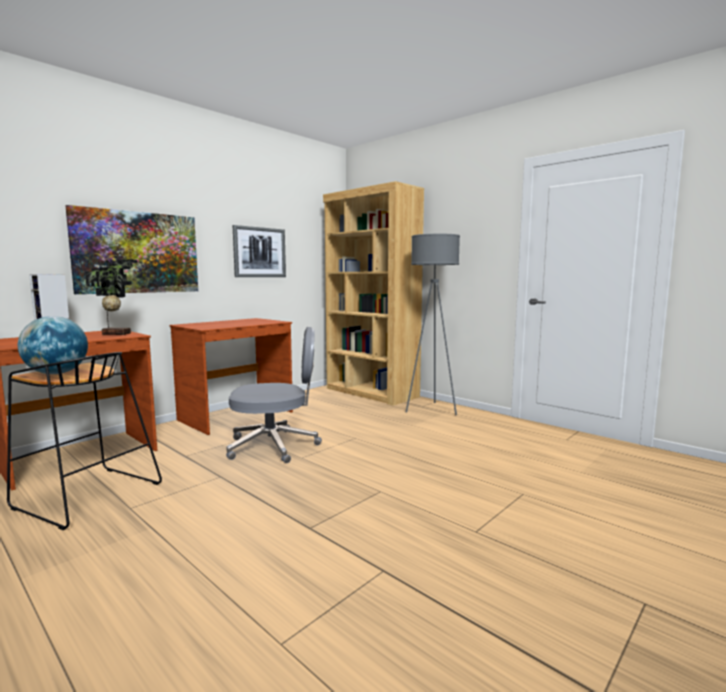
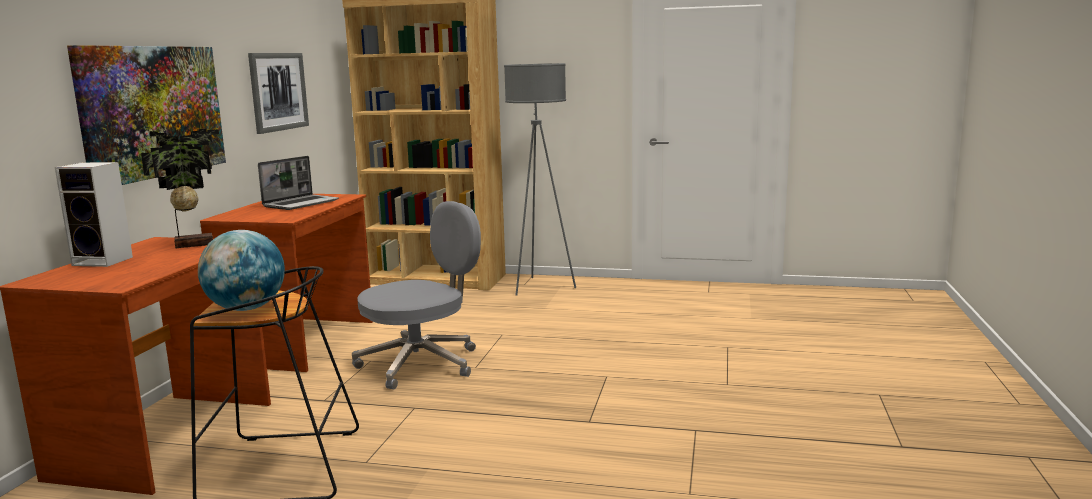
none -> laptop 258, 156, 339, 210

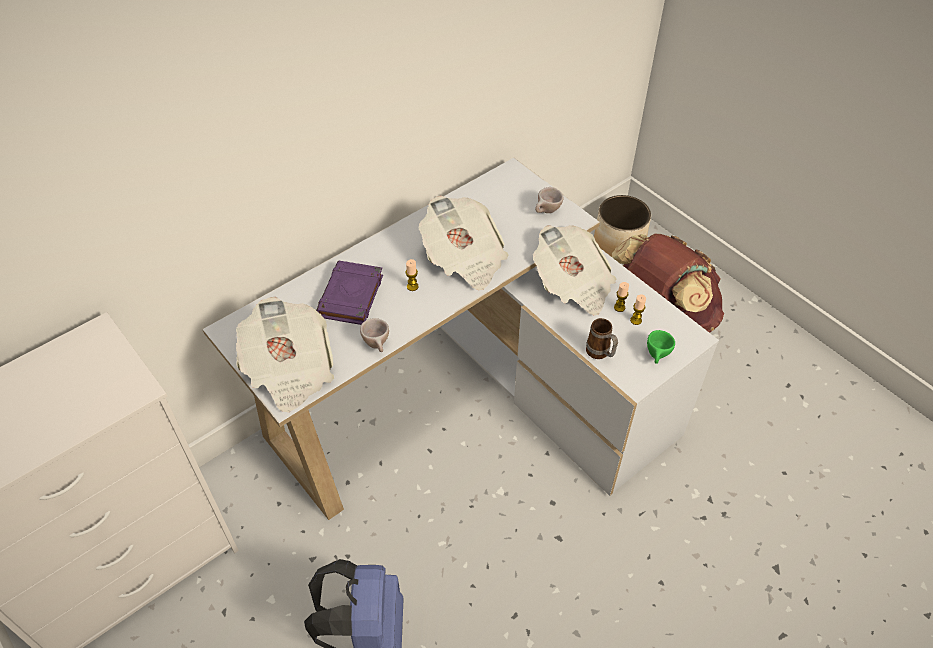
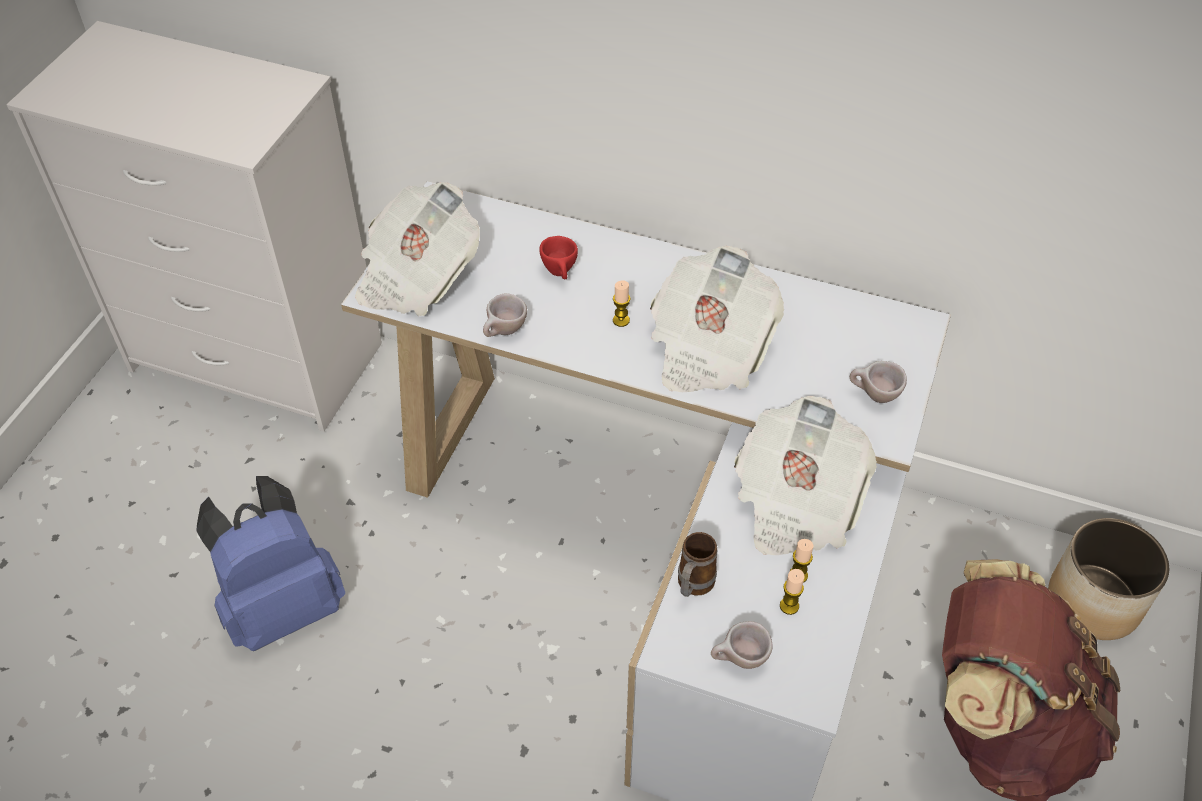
book (purple) 316, 261, 383, 325 -> cup (red) 539, 236, 578, 279
cup (green) 647, 330, 675, 364 -> cup (beige) 711, 621, 773, 669

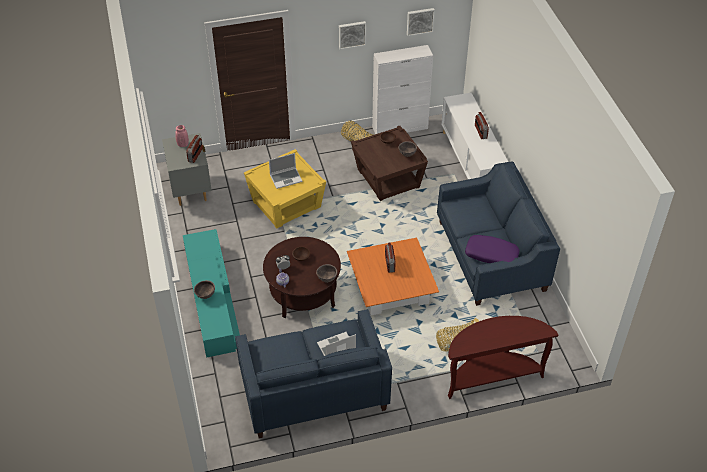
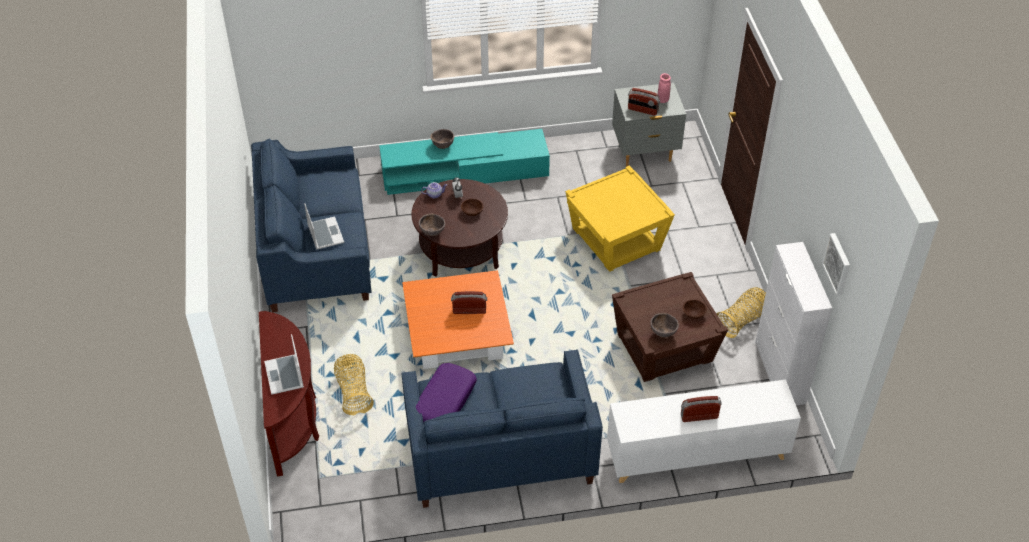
laptop 269, 153, 303, 189 -> laptop 264, 334, 304, 395, move
picture 339, 21, 366, 49 -> none

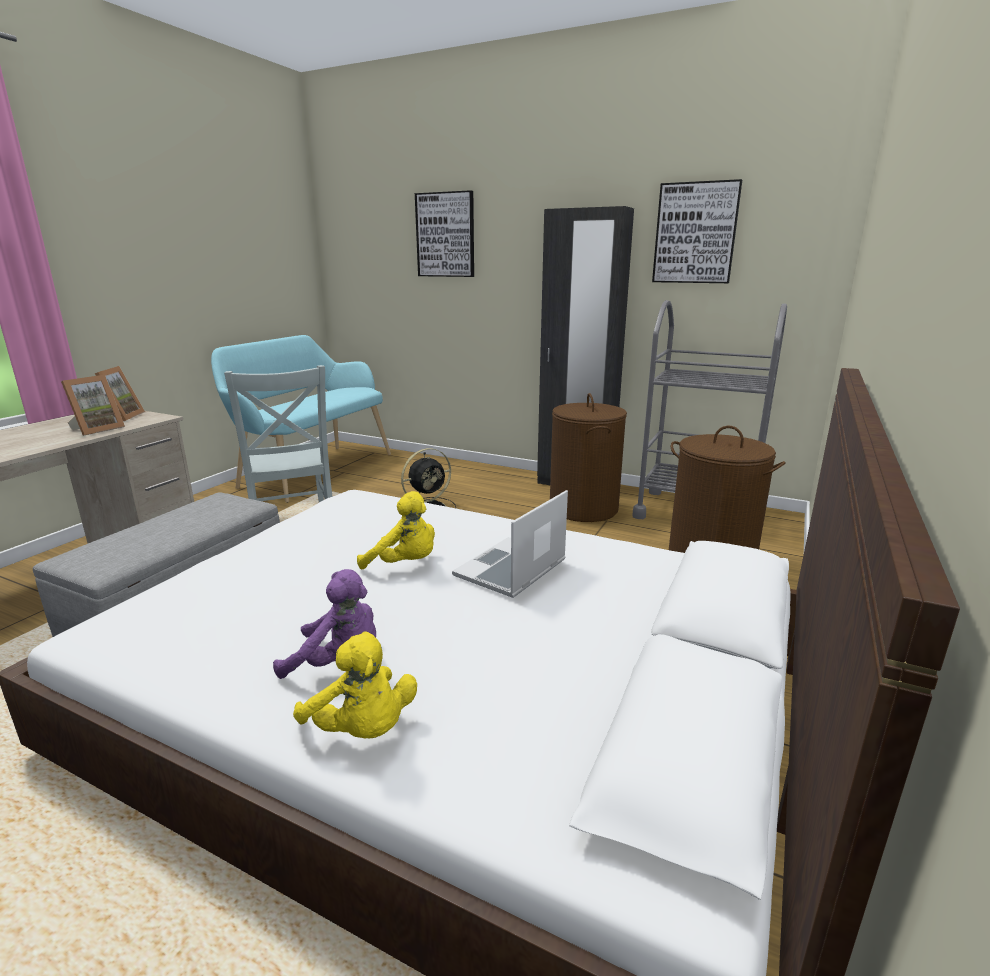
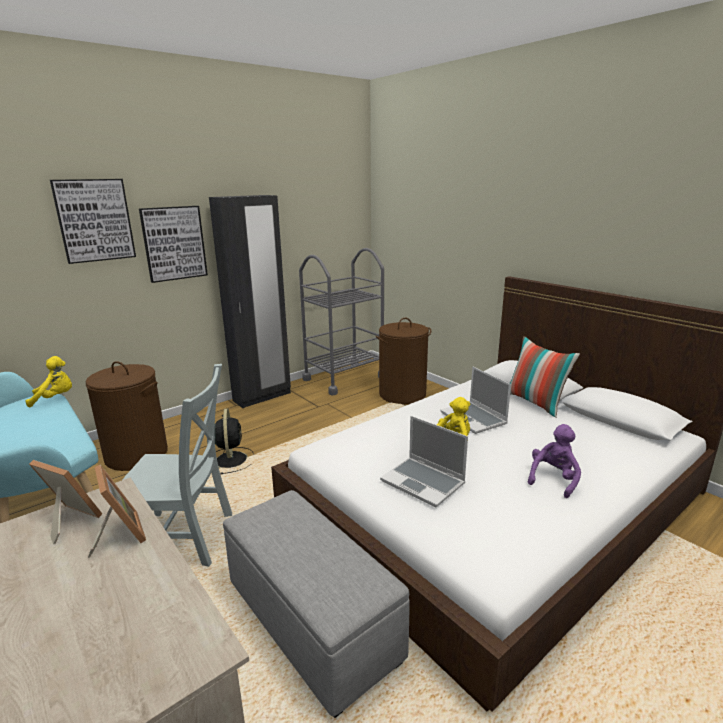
plush toy (yellow) 293, 631, 417, 738 -> plush toy (yellow) 26, 356, 72, 407, move
laundry basket (brown) 550, 393, 627, 522 -> laundry basket (brown) 86, 361, 168, 471, move
picture 652, 179, 742, 283 -> picture 139, 206, 208, 283, move
none -> laptop 380, 416, 468, 507
none -> pillow 510, 336, 580, 418

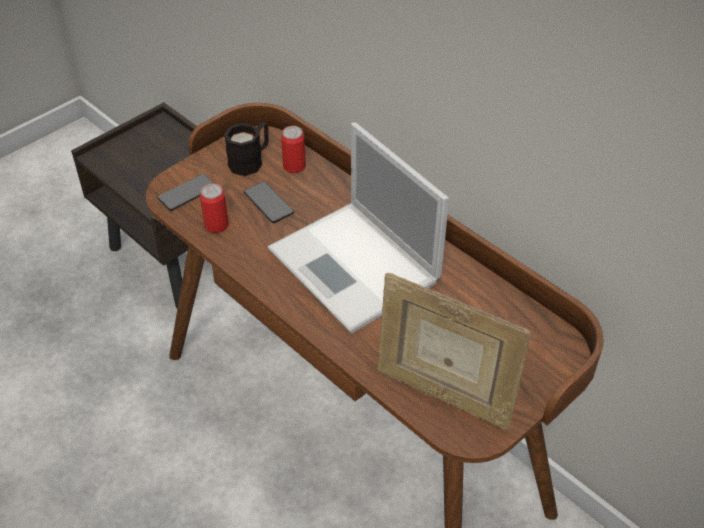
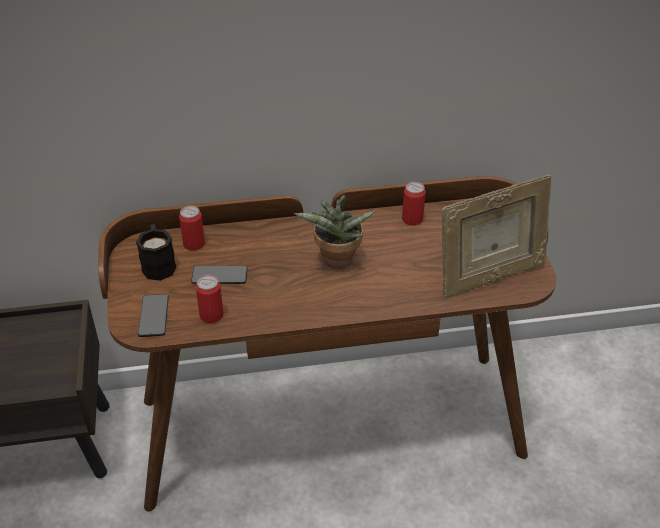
laptop 268, 122, 449, 333 -> potted plant 294, 195, 375, 269
none -> can 402, 182, 426, 226

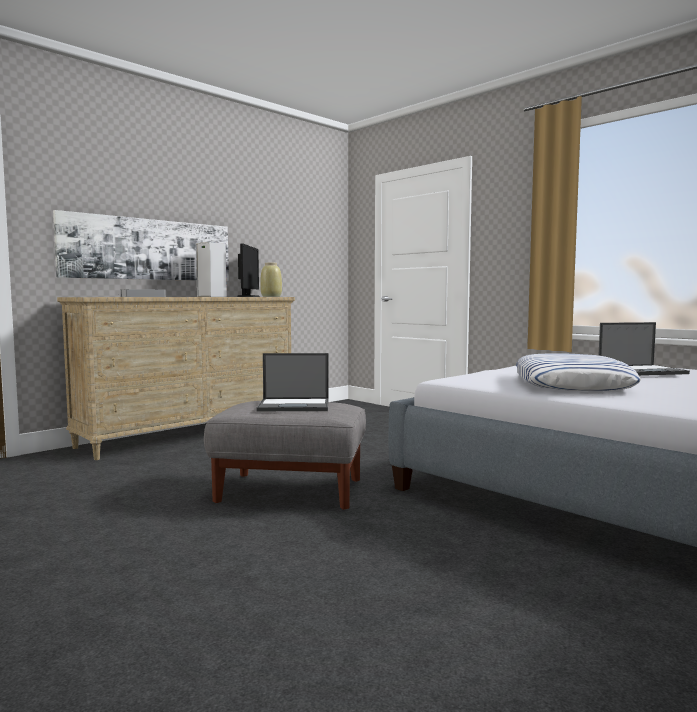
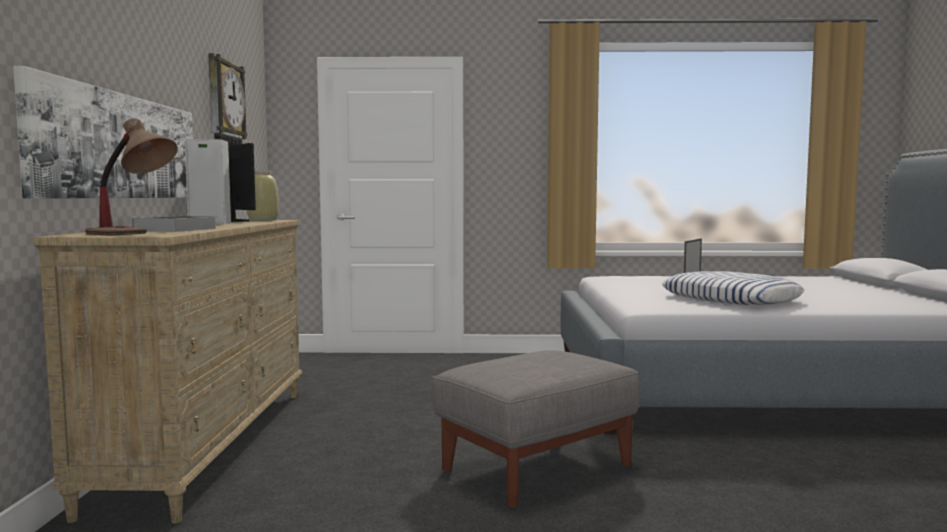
laptop 256, 353, 329, 411 -> none
none -> table lamp 85, 118, 178, 235
none -> wall clock 208, 53, 248, 146

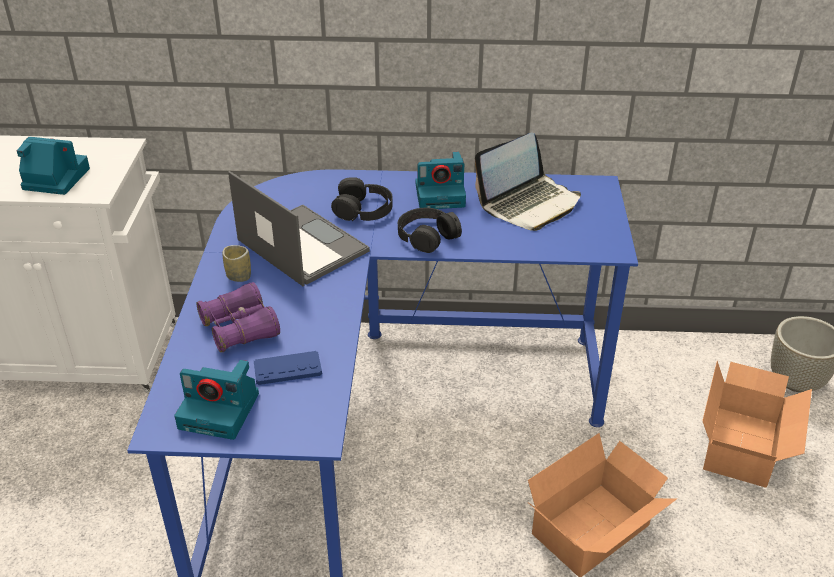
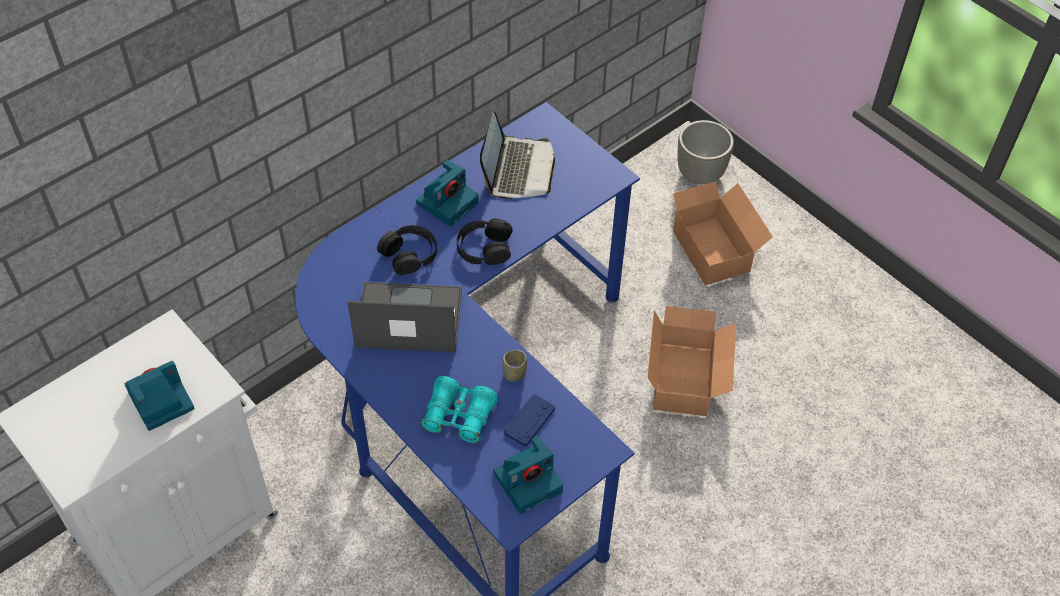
binoculars (purple) 197, 282, 280, 352 -> binoculars (turquoise) 420, 376, 498, 443
cup 222, 245, 251, 282 -> cup 503, 350, 527, 382, move

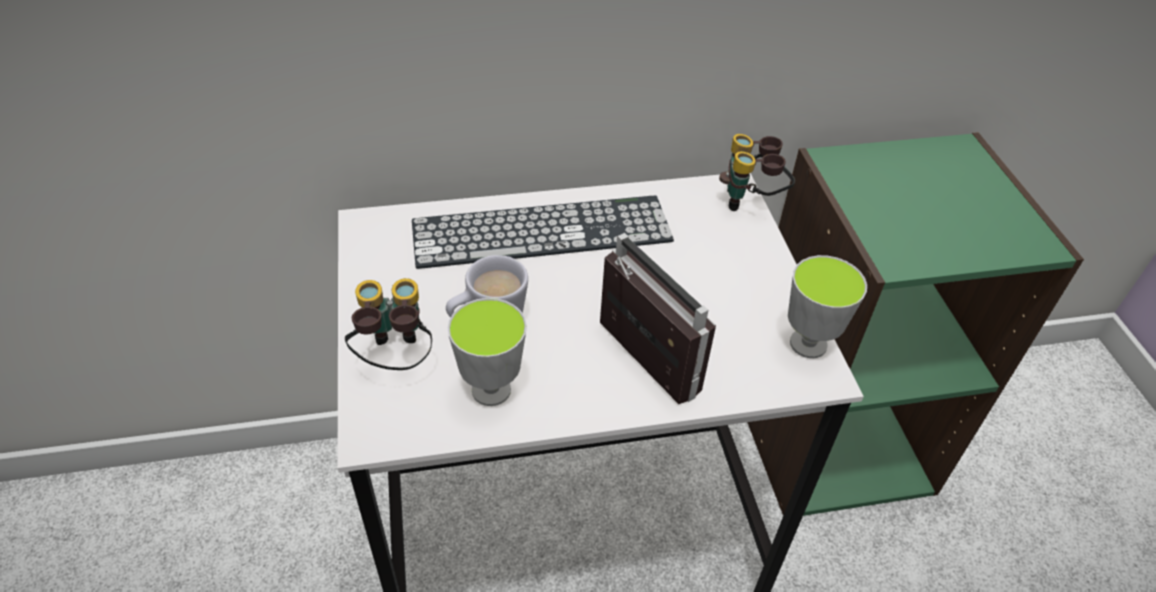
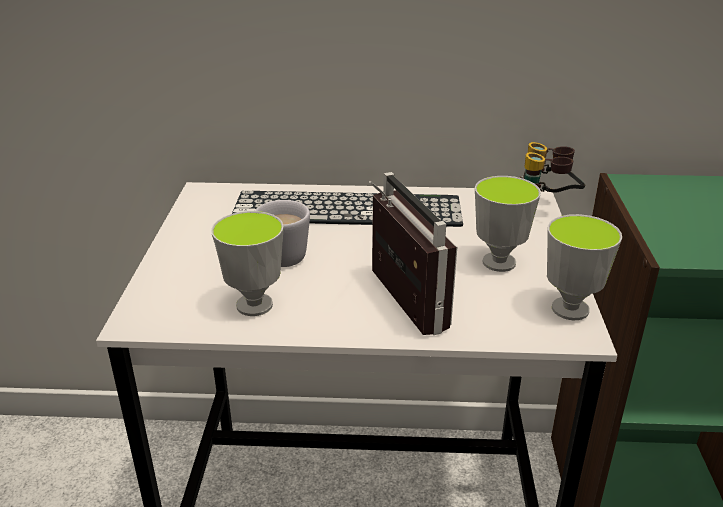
binoculars 345, 278, 432, 370 -> none
none -> cup 475, 176, 541, 272

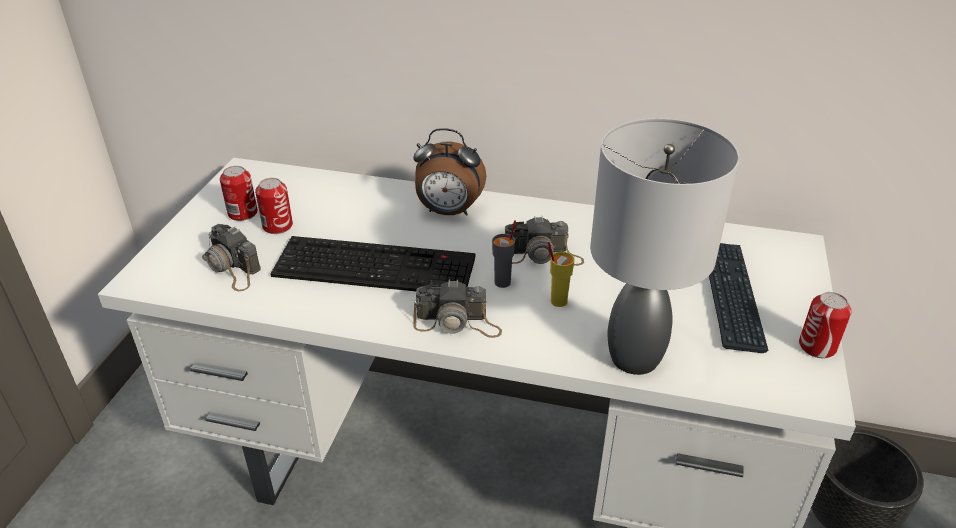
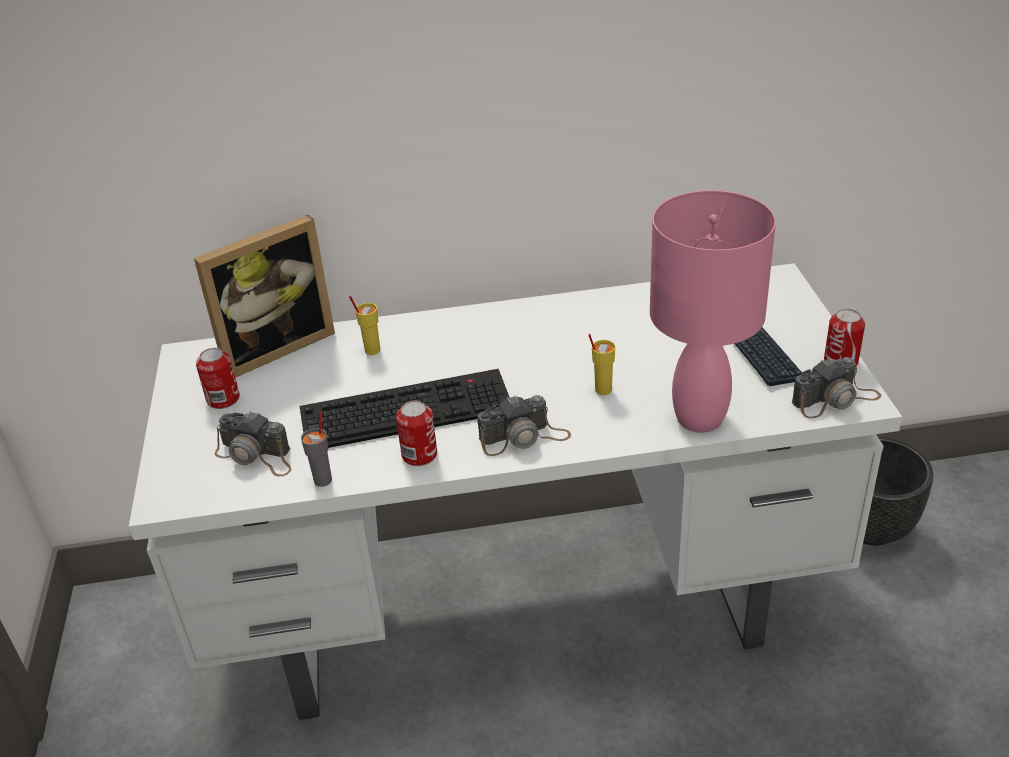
can 255, 178, 293, 234 -> can 396, 401, 437, 466, move
alarm clock 413, 128, 486, 216 -> none
cup (grey) 492, 220, 516, 288 -> cup (grey) 301, 412, 332, 487, move
photo camera 505, 216, 584, 266 -> photo camera 792, 357, 881, 419, move
table lamp (grey) 590, 118, 739, 375 -> table lamp (pink) 650, 191, 776, 433
none -> picture frame 194, 215, 335, 378
none -> cup (yellow) 349, 296, 380, 355

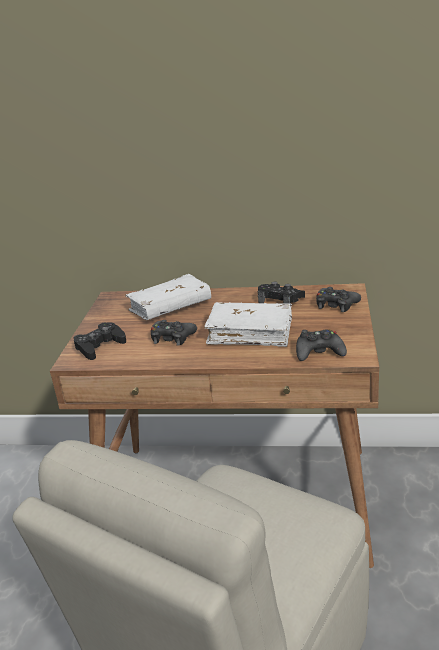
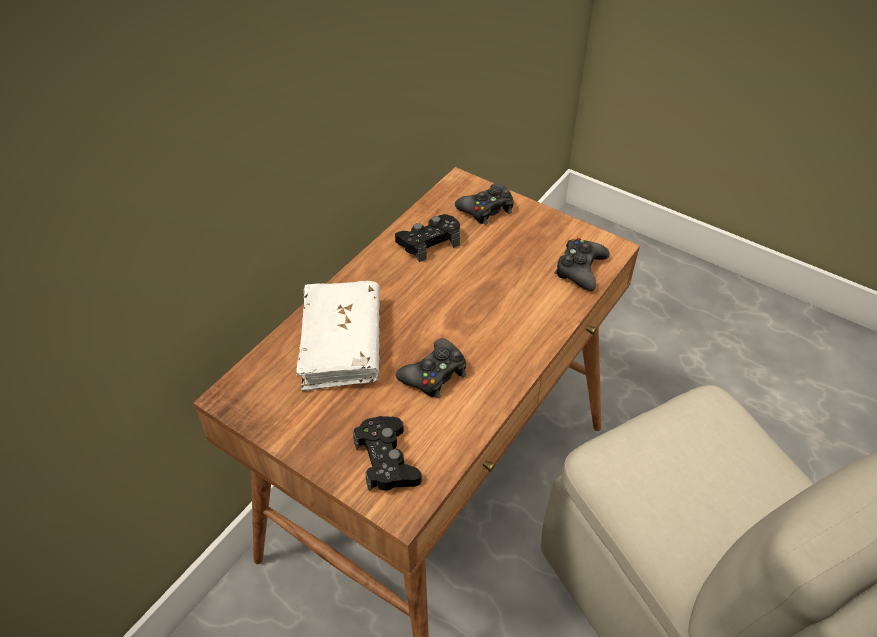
book (white) 204, 302, 292, 347 -> none

